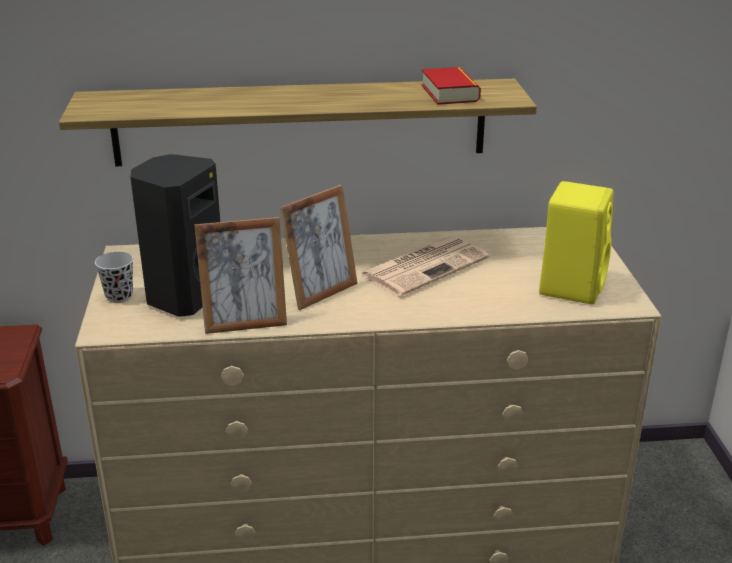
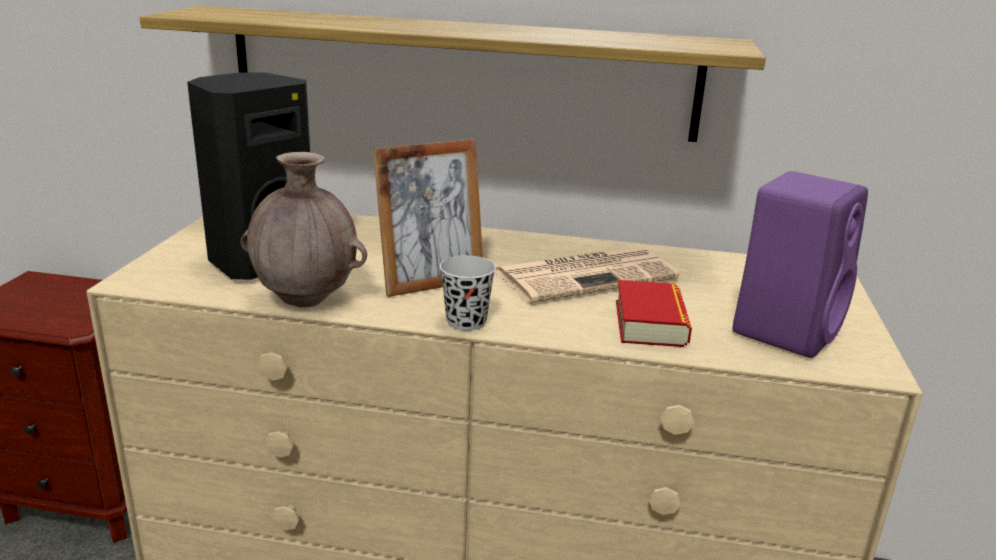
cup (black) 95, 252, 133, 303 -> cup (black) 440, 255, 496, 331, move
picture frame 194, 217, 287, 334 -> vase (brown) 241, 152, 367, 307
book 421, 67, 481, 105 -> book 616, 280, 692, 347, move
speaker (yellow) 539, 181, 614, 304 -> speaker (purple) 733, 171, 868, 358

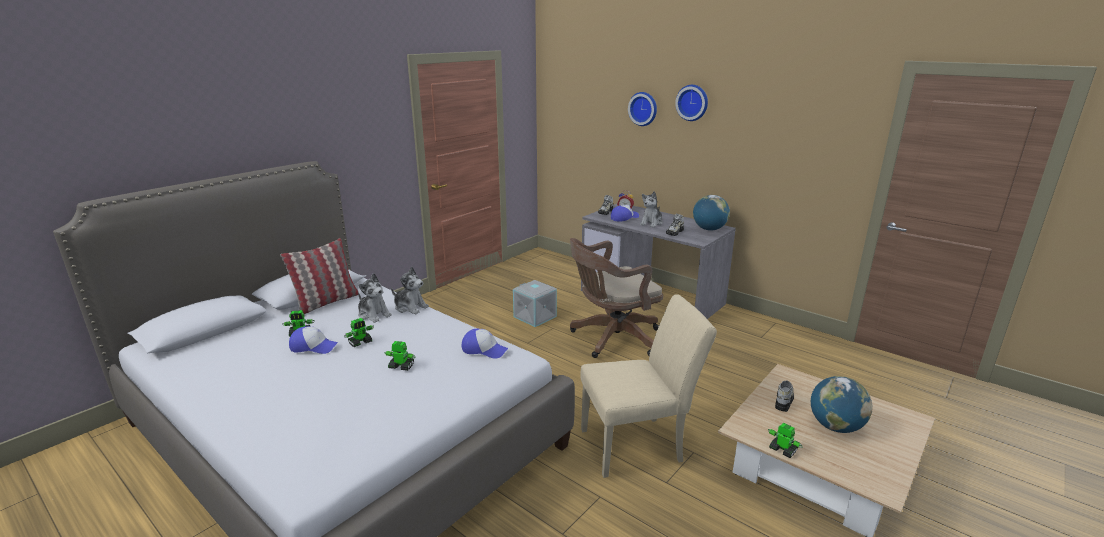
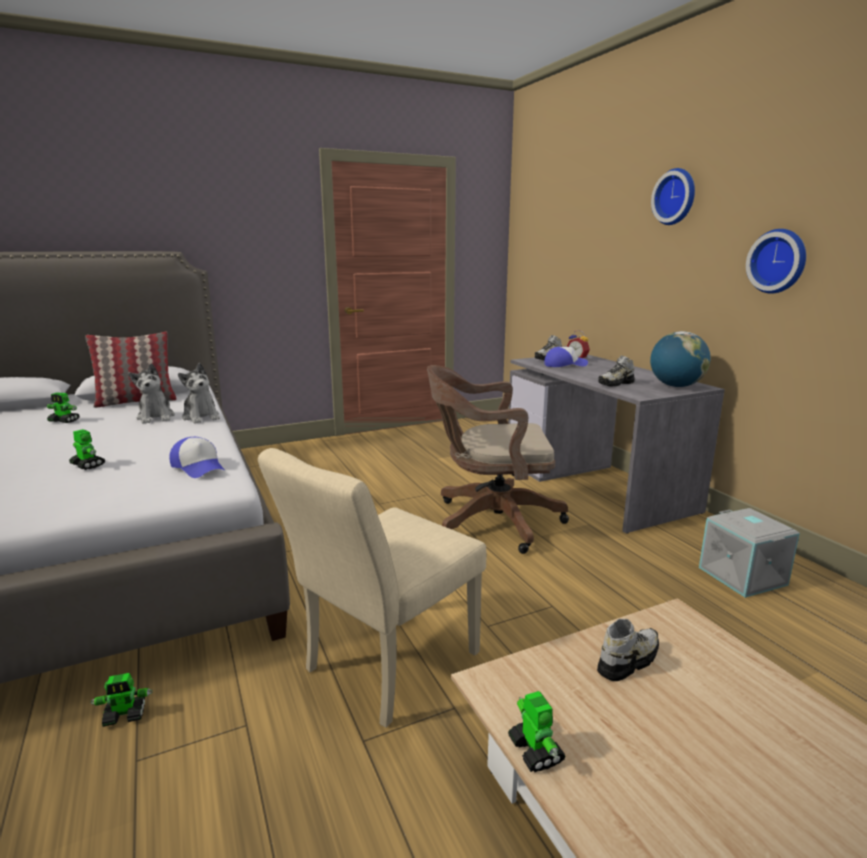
cap 289, 326, 339, 354 -> none
toy robot 344, 318, 374, 347 -> toy robot 91, 673, 153, 727, move
storage box (grey) 513, 280, 557, 327 -> storage box (grey) 699, 508, 800, 598, move
chair (beige) 580, 294, 717, 478 -> chair (beige) 258, 448, 486, 727, 120 degrees clockwise
wall clock 628, 92, 657, 126 -> wall clock 746, 229, 806, 294, move
plush toy 640, 191, 663, 227 -> none
globe 811, 376, 873, 433 -> none

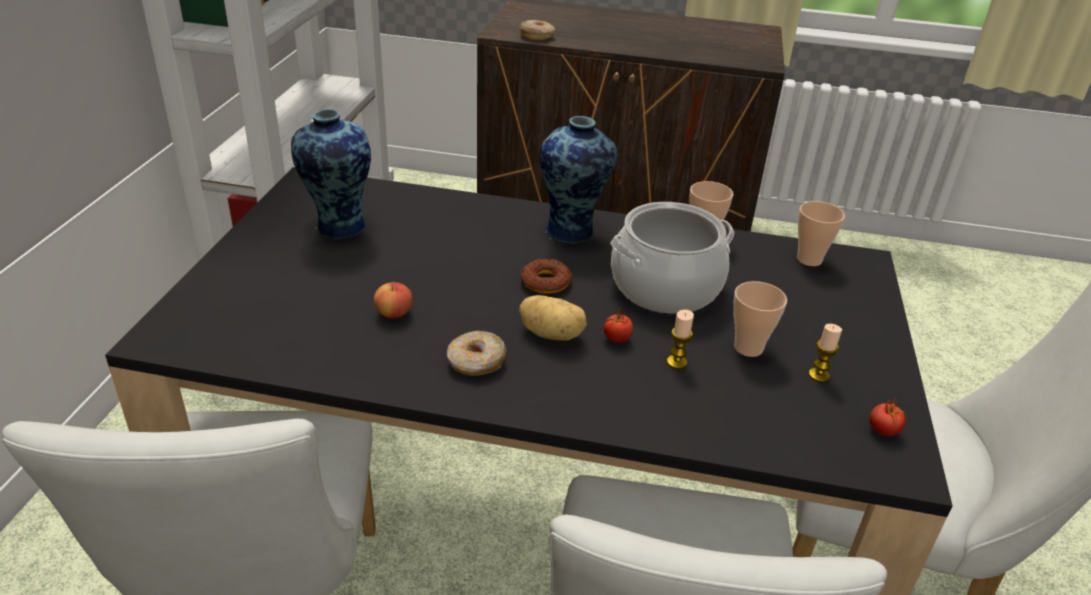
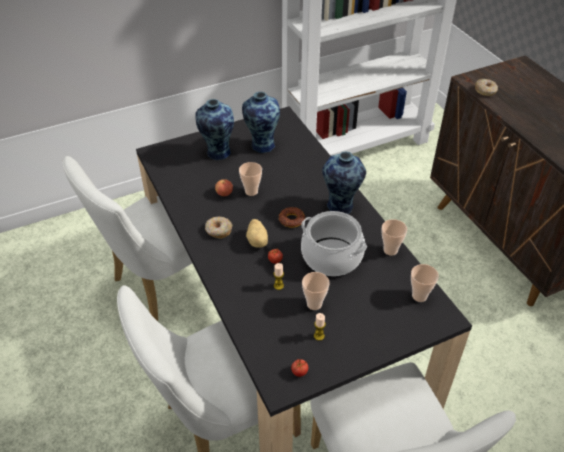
none -> vase 195, 99, 234, 160
none -> cup 239, 162, 262, 196

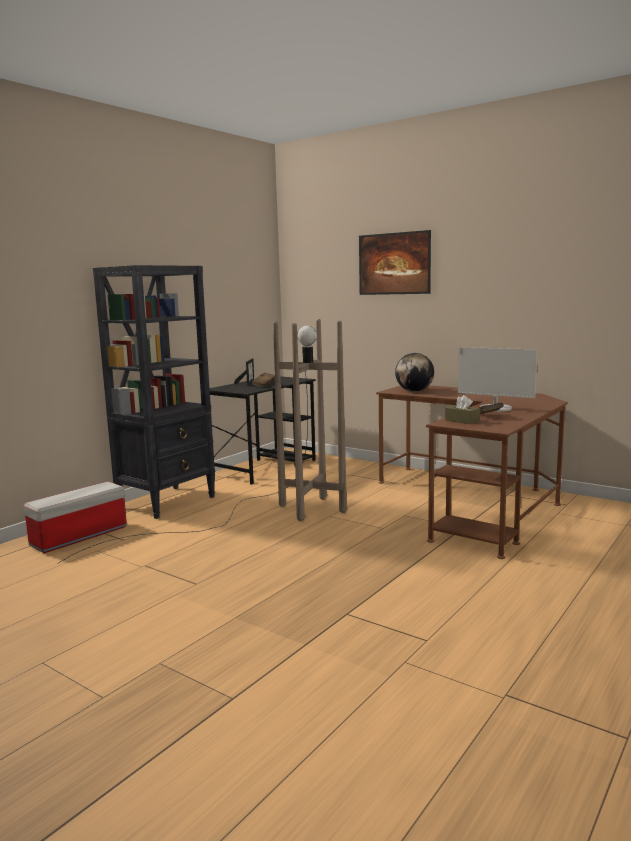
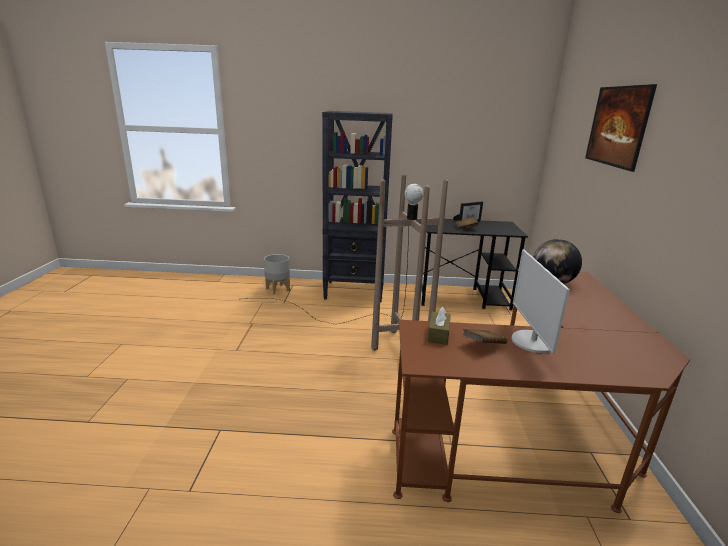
storage box 23, 481, 127, 553 -> planter (grey) 264, 254, 290, 295

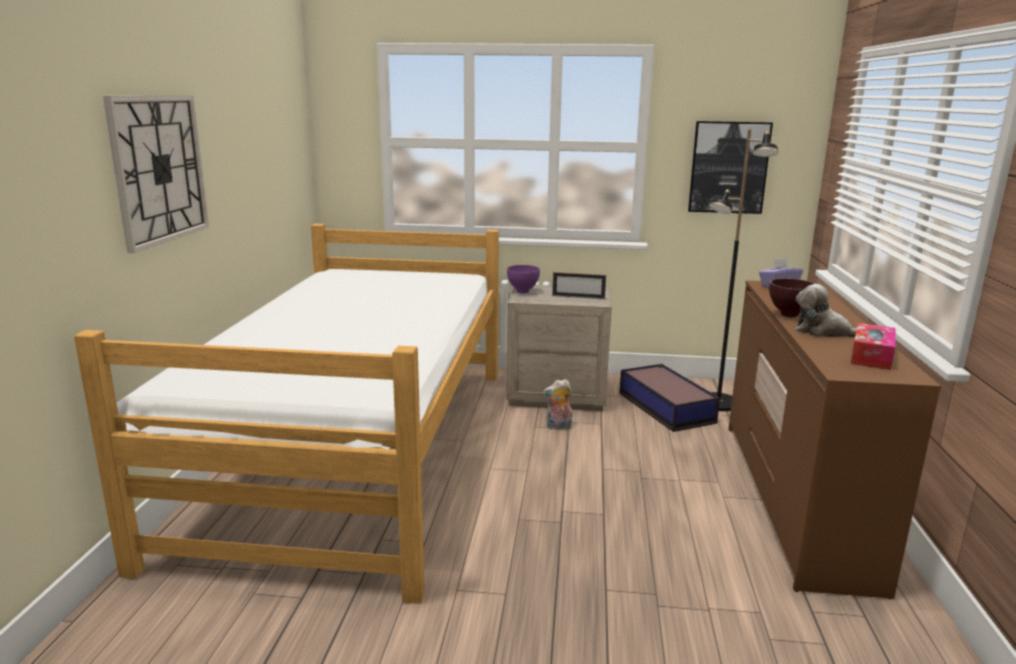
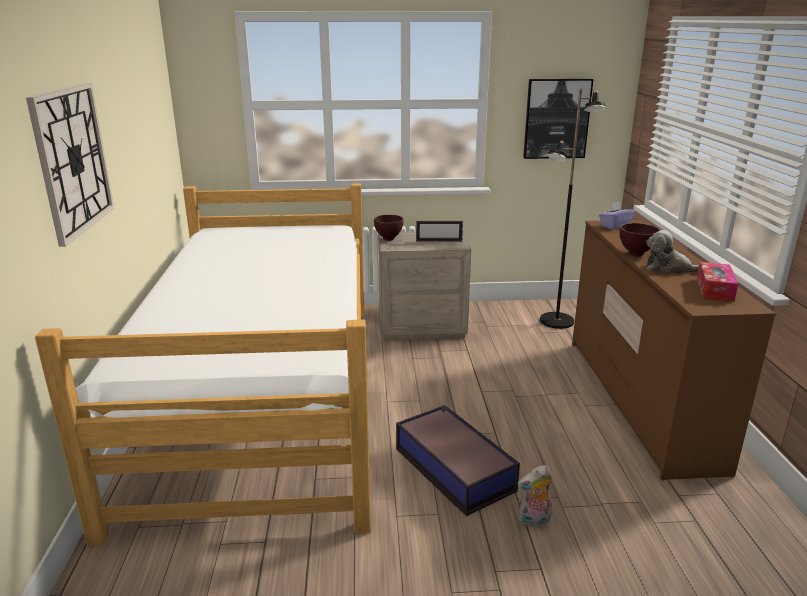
bowl (purple) 507, 265, 540, 293 -> bowl (brown) 374, 215, 404, 241
plush toy 543, 379, 573, 430 -> plush toy 518, 465, 552, 527, move
storage box 619, 364, 720, 432 -> storage box 396, 405, 520, 516, move

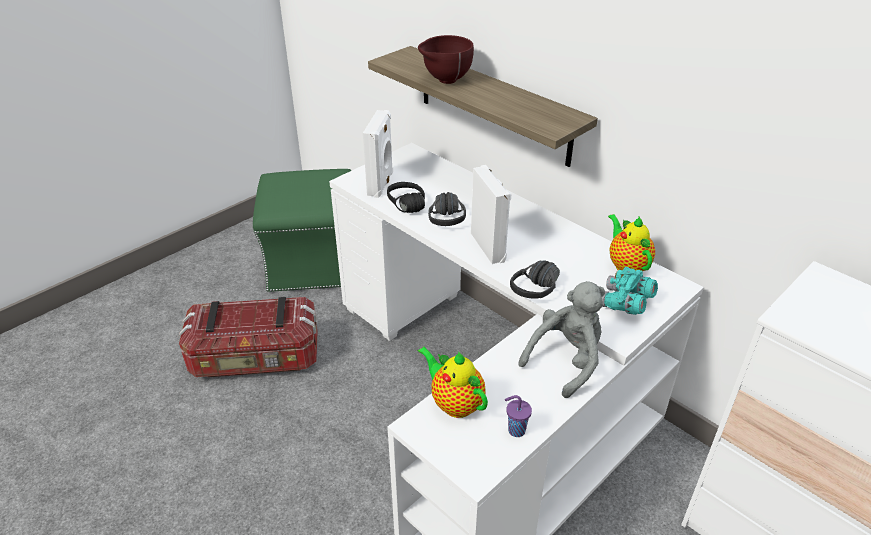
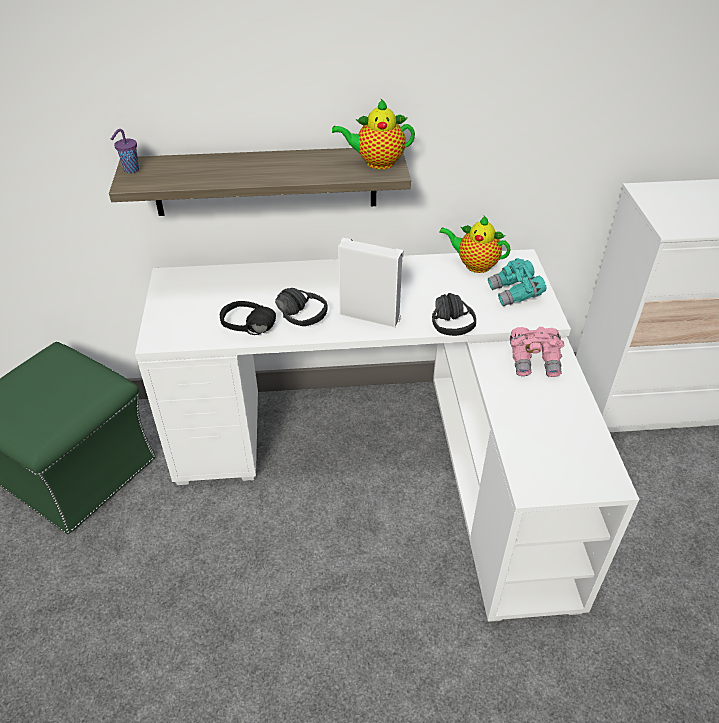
storage box 179, 297, 318, 378 -> none
speaker (white) 363, 110, 393, 198 -> none
bowl (brown) 418, 35, 474, 84 -> none
teapot 418, 346, 488, 418 -> teapot 332, 98, 415, 169, move
cup (purple) 505, 395, 532, 437 -> cup (purple) 111, 129, 139, 173, move
plush toy (grey) 518, 281, 605, 398 -> binoculars (pink) 510, 327, 564, 377

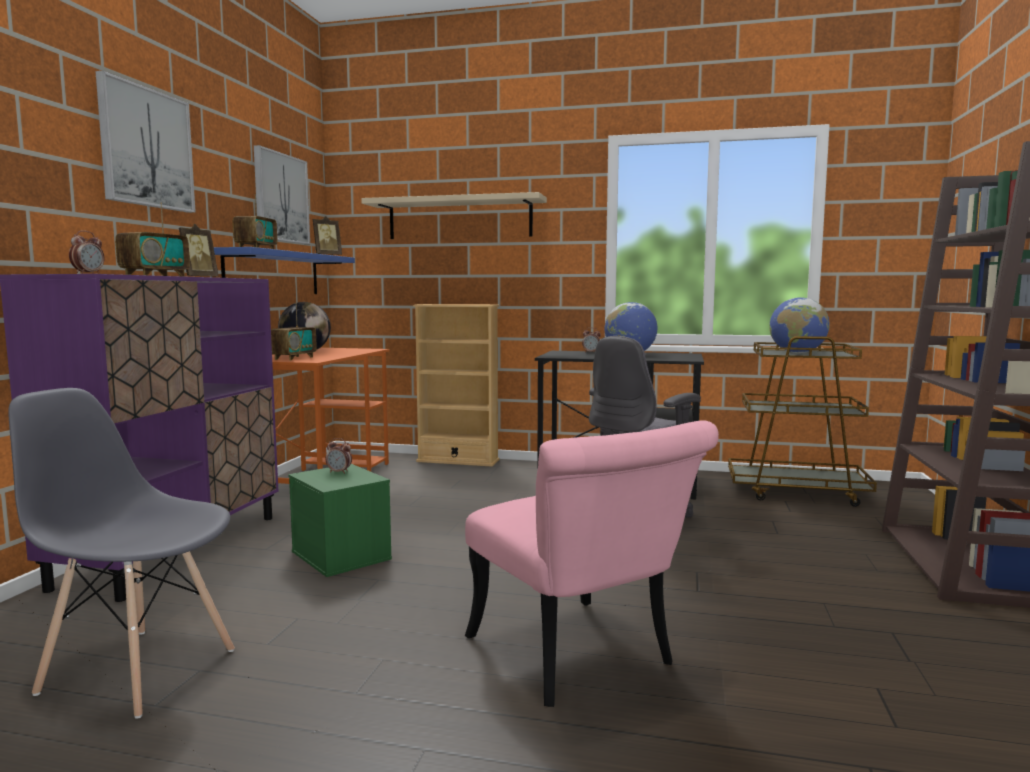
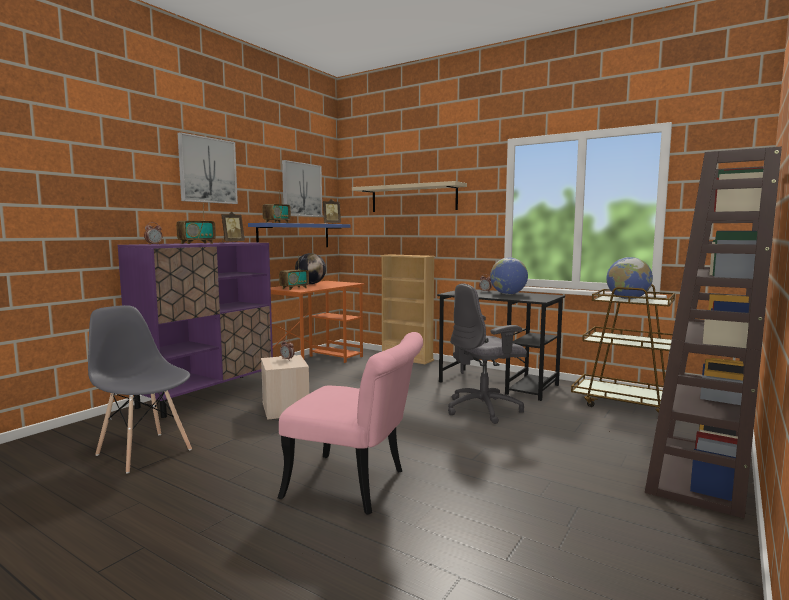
storage box (green) 288, 464, 392, 577 -> storage box (beige) 261, 355, 309, 420
chair (pink) 465, 421, 719, 707 -> chair (pink) 278, 332, 423, 515, 60 degrees counterclockwise

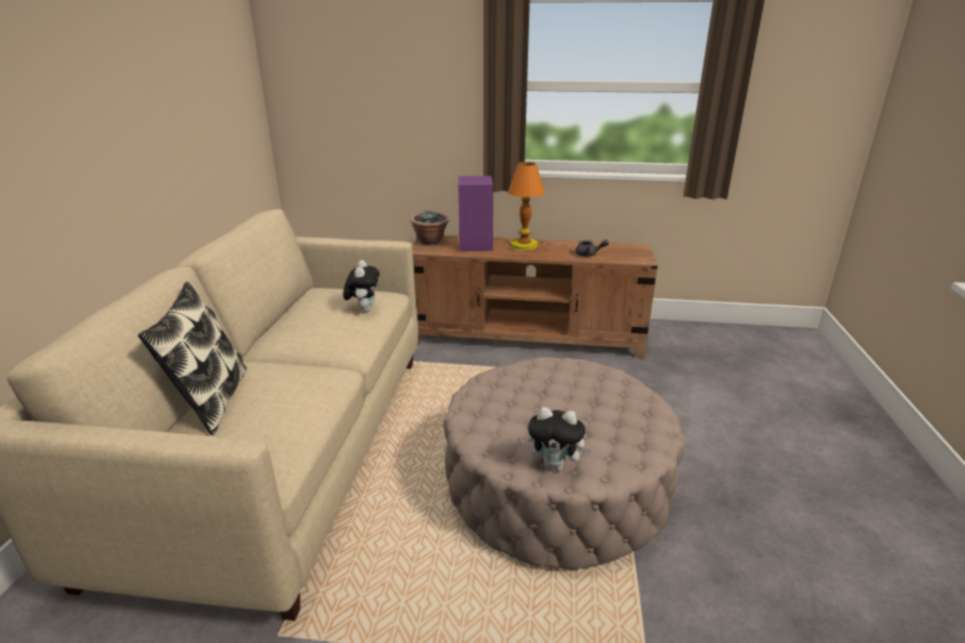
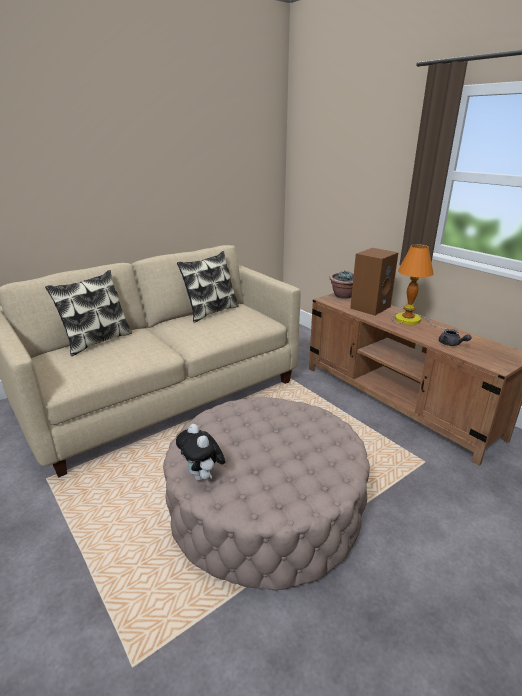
plush toy 343, 260, 380, 312 -> none
speaker (purple) 458, 176, 493, 251 -> speaker (brown) 350, 248, 398, 316
none -> pillow 177, 251, 239, 323

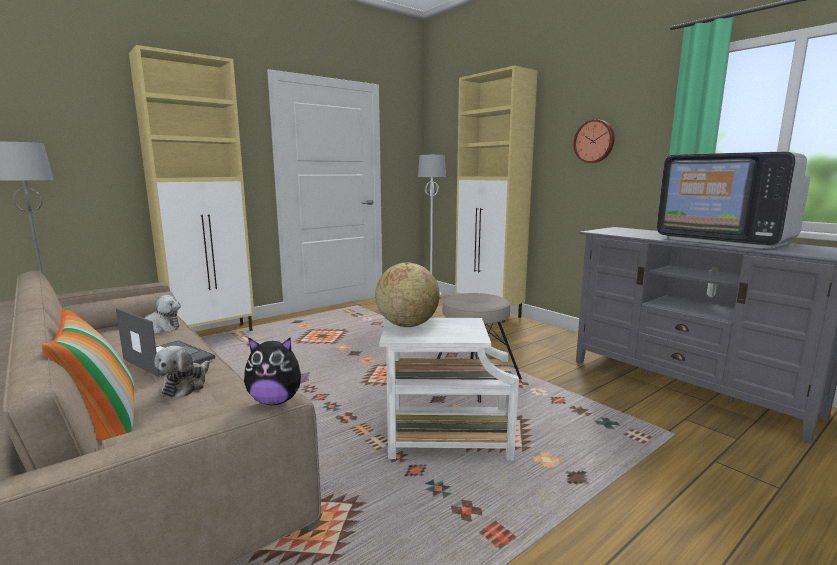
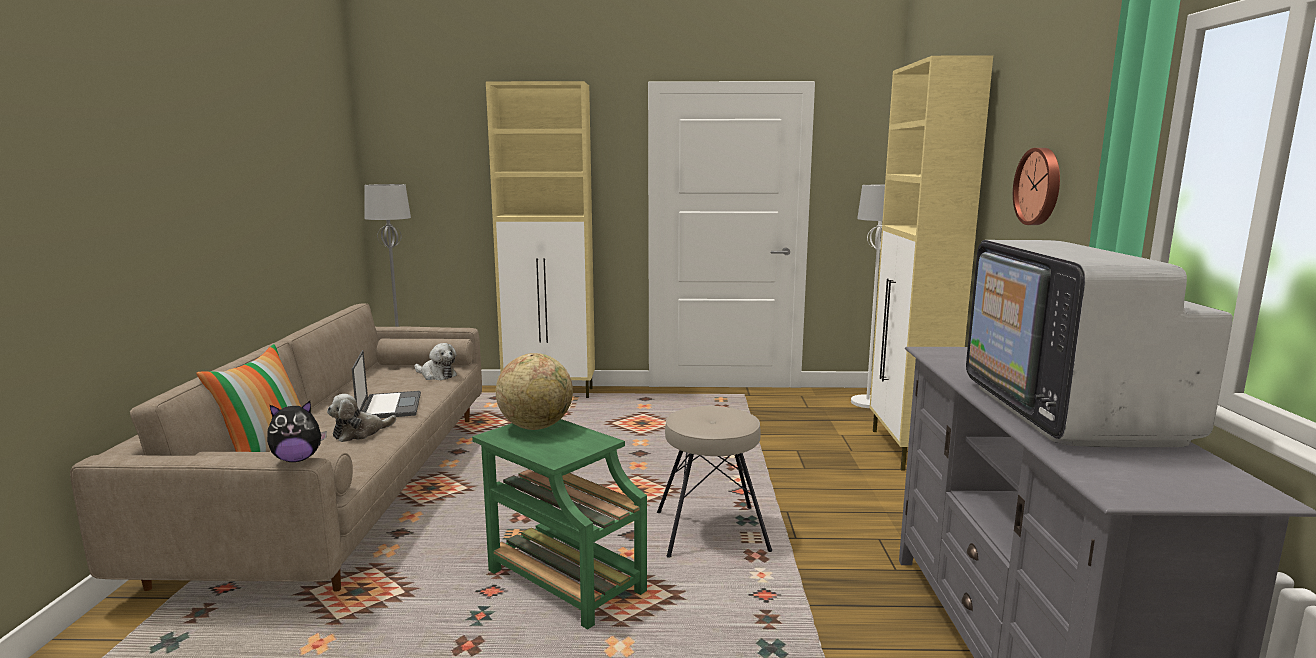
plush toy 244, 337, 309, 405 -> plush toy 267, 401, 327, 462, 60 degrees counterclockwise
side table (white) 379, 318, 519, 461 -> side table (green) 472, 419, 647, 629

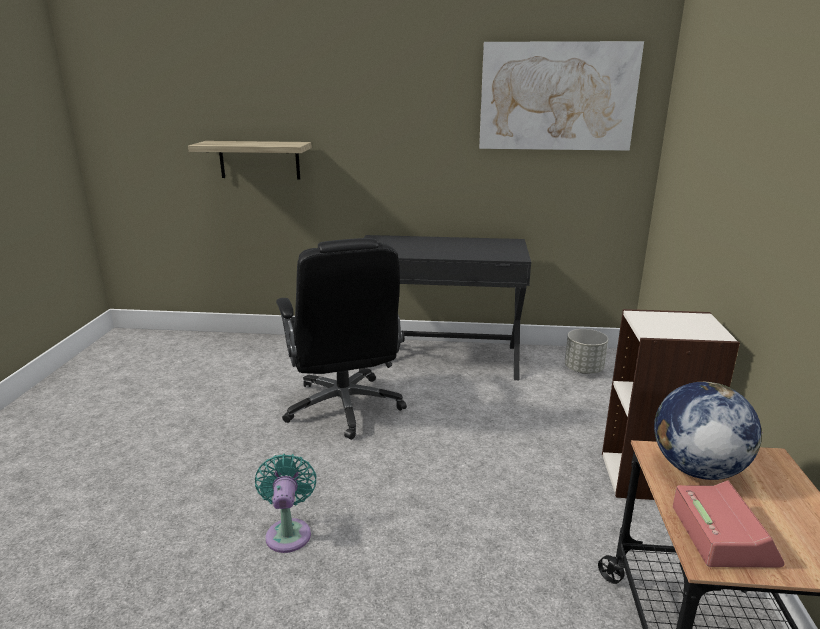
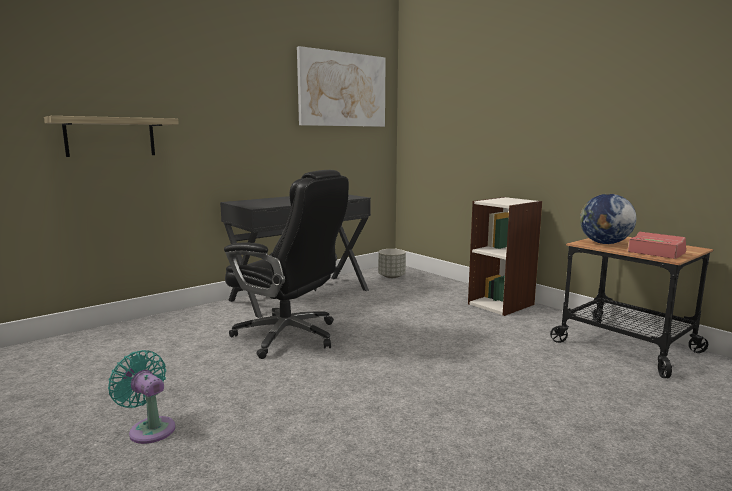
fan (turquoise) 255, 454, 317, 553 -> fan (turquoise) 108, 350, 176, 444, move

